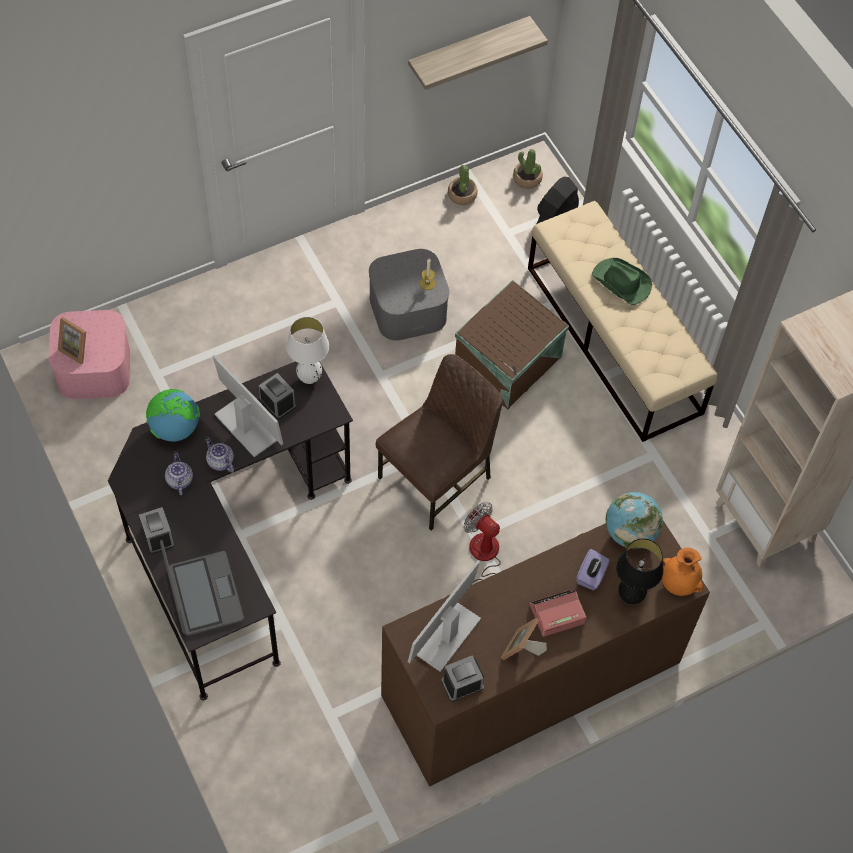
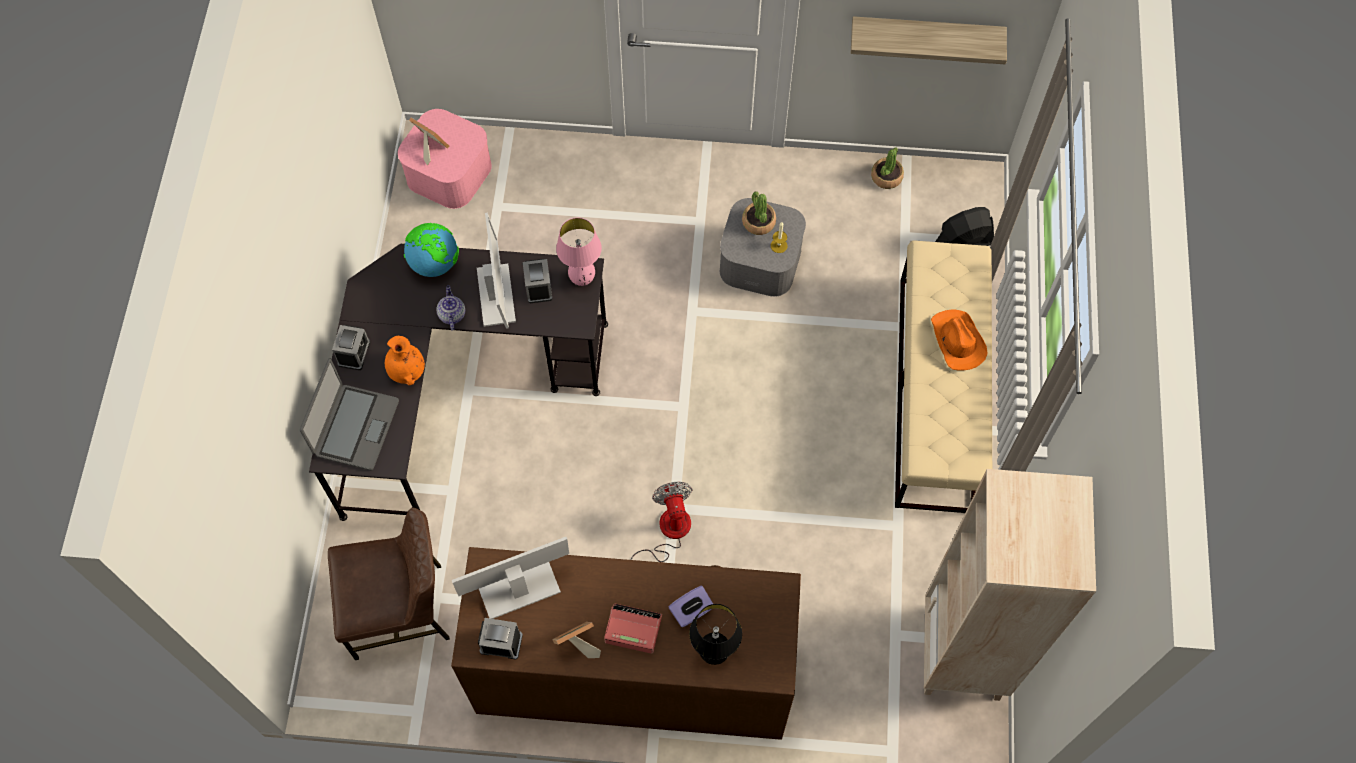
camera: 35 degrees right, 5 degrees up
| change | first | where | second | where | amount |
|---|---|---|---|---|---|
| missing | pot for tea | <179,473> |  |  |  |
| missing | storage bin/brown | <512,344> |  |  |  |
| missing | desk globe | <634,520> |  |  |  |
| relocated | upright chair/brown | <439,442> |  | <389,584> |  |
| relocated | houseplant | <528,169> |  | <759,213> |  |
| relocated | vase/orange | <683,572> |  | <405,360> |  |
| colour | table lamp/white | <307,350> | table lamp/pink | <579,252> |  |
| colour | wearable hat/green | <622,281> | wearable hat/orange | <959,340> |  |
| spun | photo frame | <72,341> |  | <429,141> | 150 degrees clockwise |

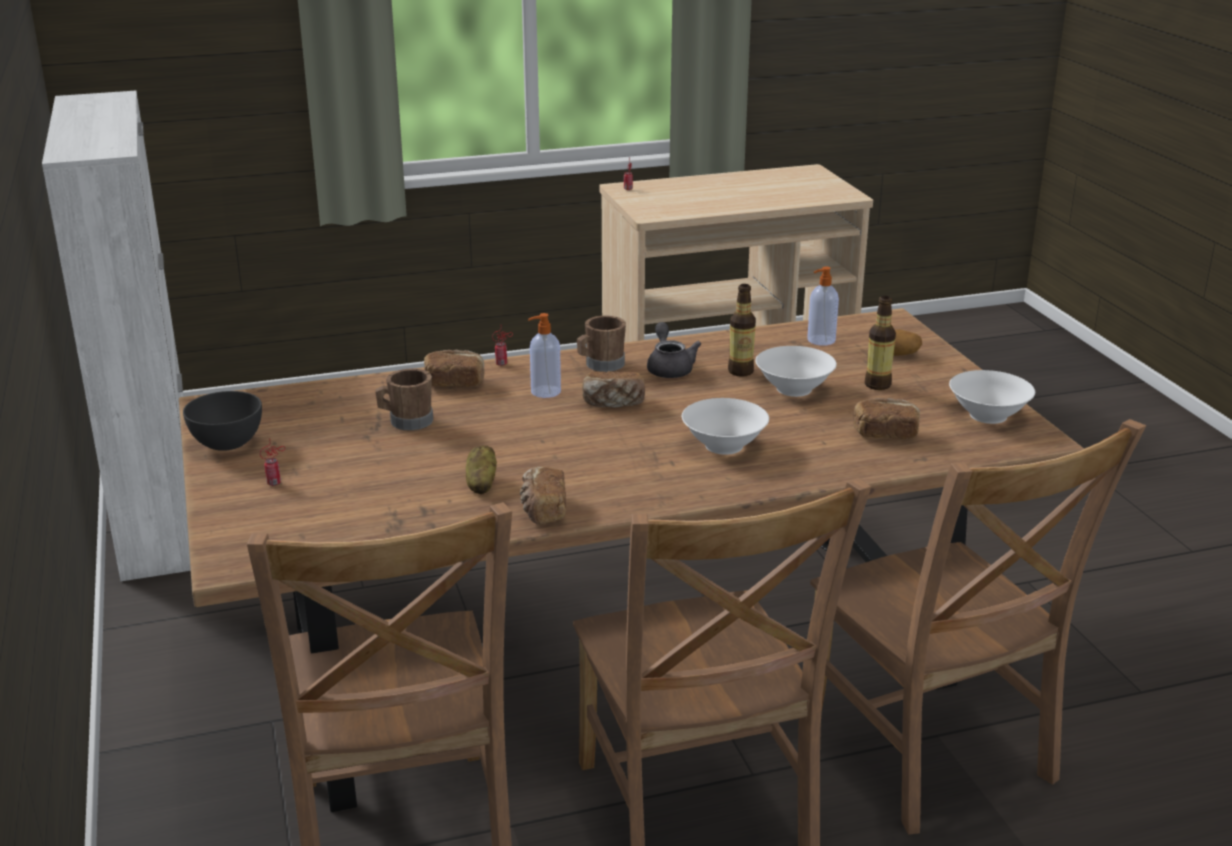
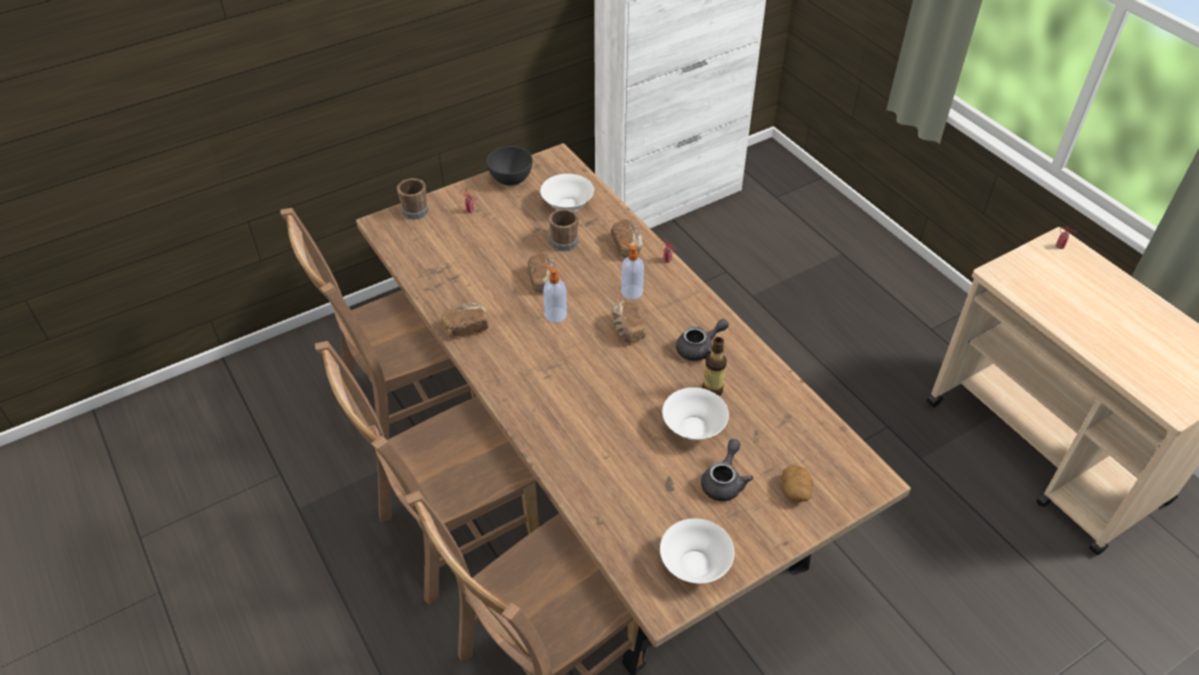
camera: 75 degrees right, 20 degrees up
| change | first | where | second | where | amount |
|---|---|---|---|---|---|
| missing | potato | <481,469> |  |  |  |
| relocated | coffee mug/brown | <601,343> |  | <413,199> |  |
| relocated | bowl/white | <725,426> |  | <567,193> |  |
| relocated | soap bottle | <823,306> |  | <555,294> |  |
| relocated | bread | <886,418> |  | <543,272> |  |
| exchanged | bottle | <880,343> | pot for tea/greyish | <727,470> |  |

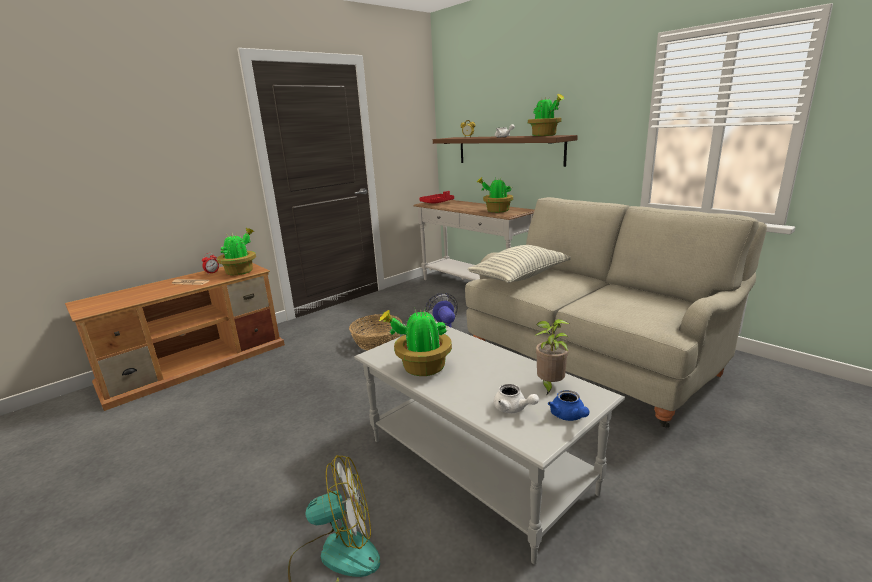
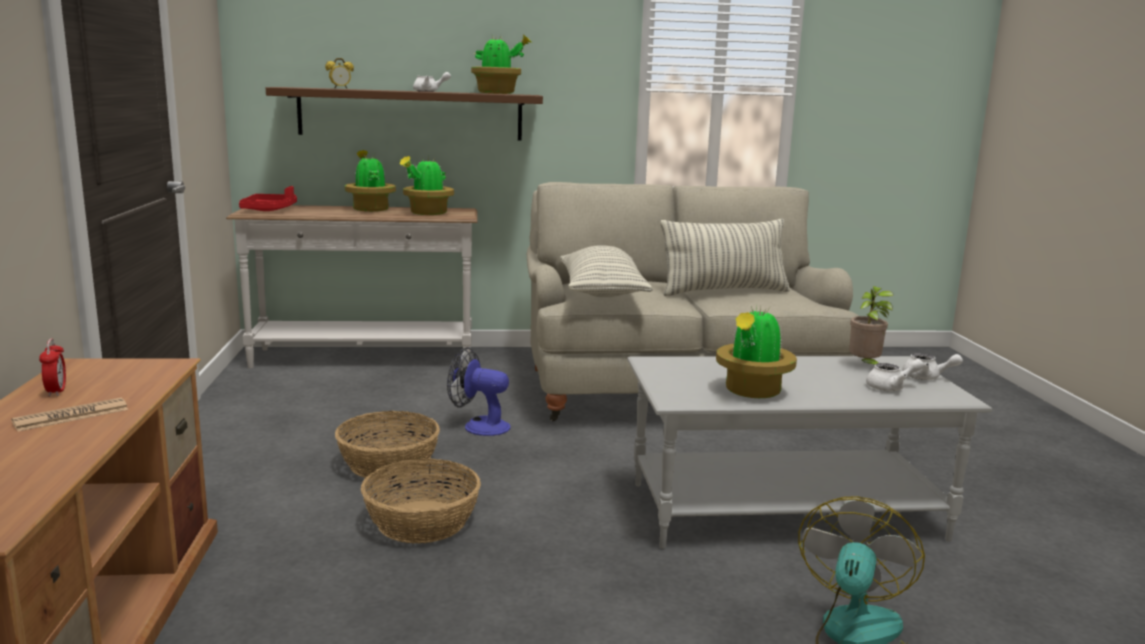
camera: 55 degrees left, 5 degrees down
| change | first | where | second | where | amount |
|---|---|---|---|---|---|
| appeared |  |  | storage basket | <421,500> |  |
| appeared |  |  | throw pillow | <725,257> |  |
| relocated | houseplant | <236,251> |  | <370,181> |  |
| colour | pot for tea/bluish | <568,405> | pot for tea/white | <932,366> |  |

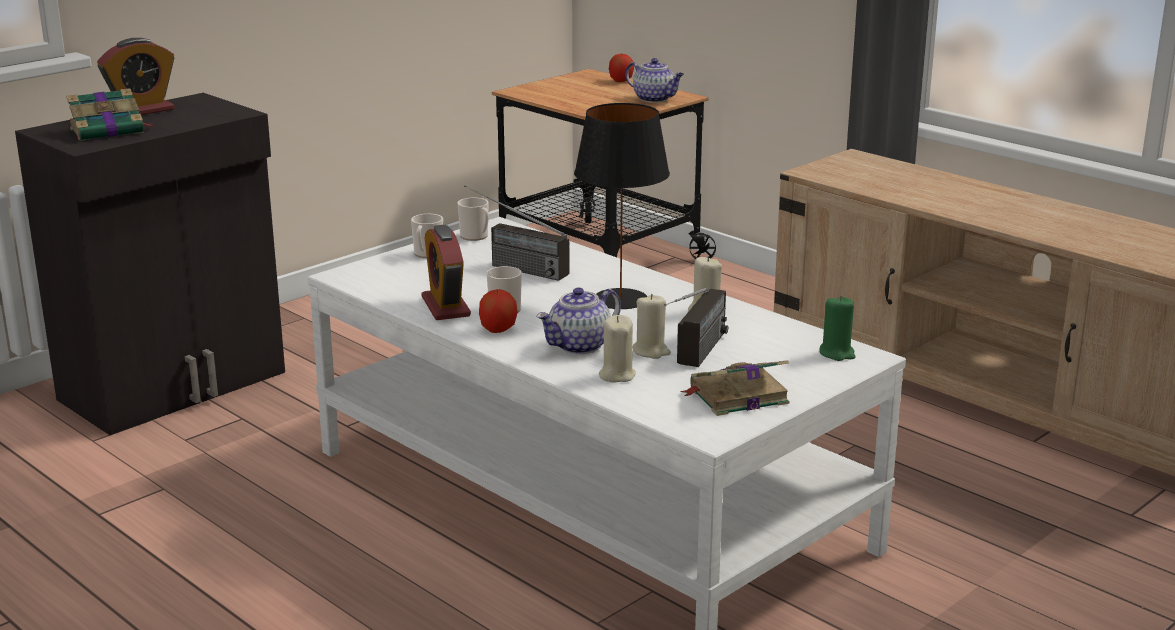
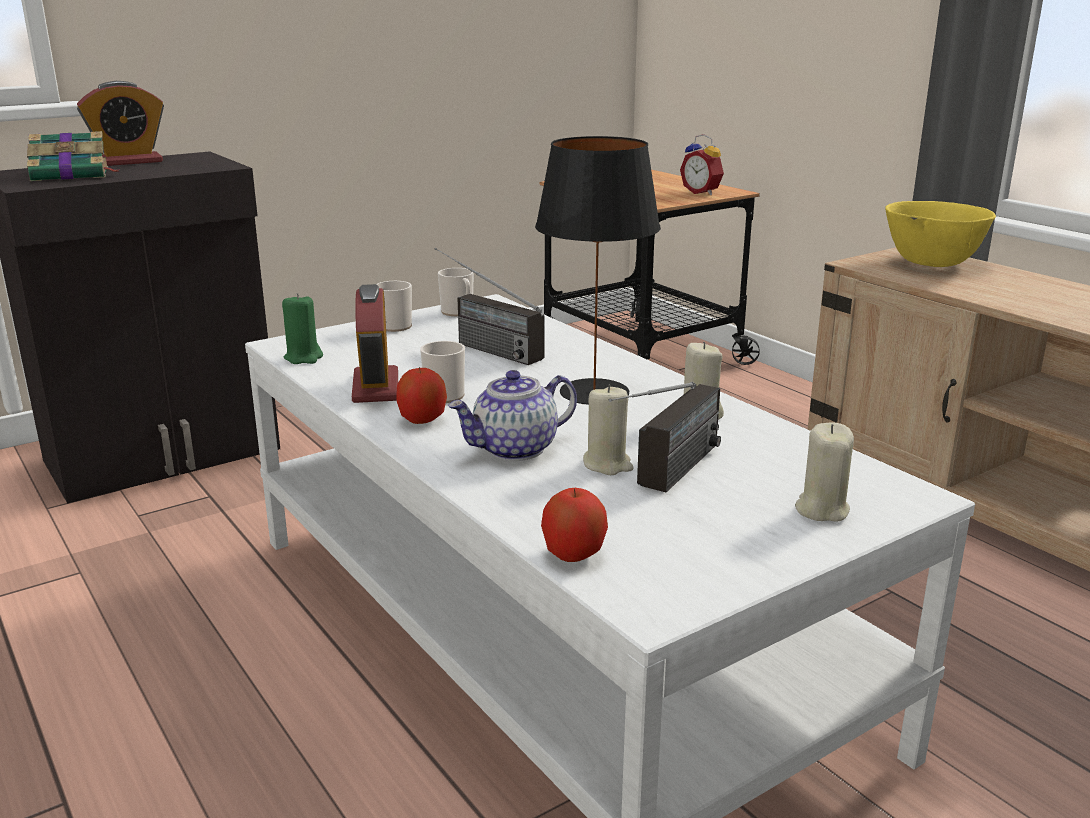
camera: 10 degrees right, 0 degrees up
| change | first | where | second | where | amount |
|---|---|---|---|---|---|
| missing | bound book | <734,388> |  |  |  |
| appeared |  |  | bowl/yellow-coloured | <940,234> |  |
| relocated | wax candle/beige | <617,349> |  | <824,472> |  |
| relocated | apple | <621,67> |  | <574,525> |  |
| relocated | wax candle/green | <837,328> |  | <302,328> |  |
| exchanged | pot for tea | <654,80> | table clock | <702,164> |  |

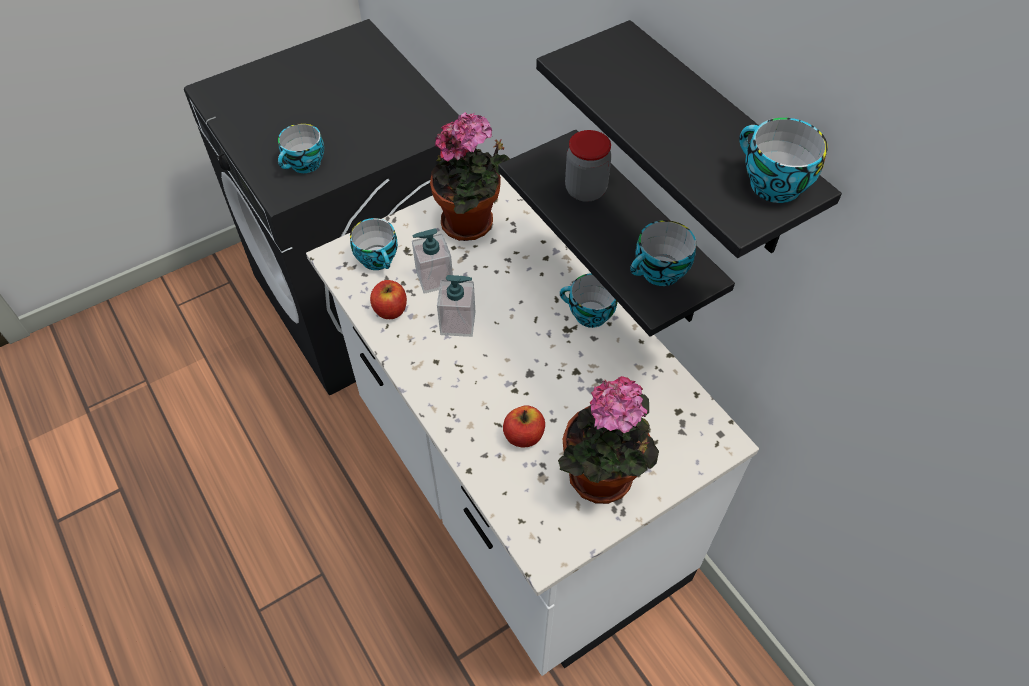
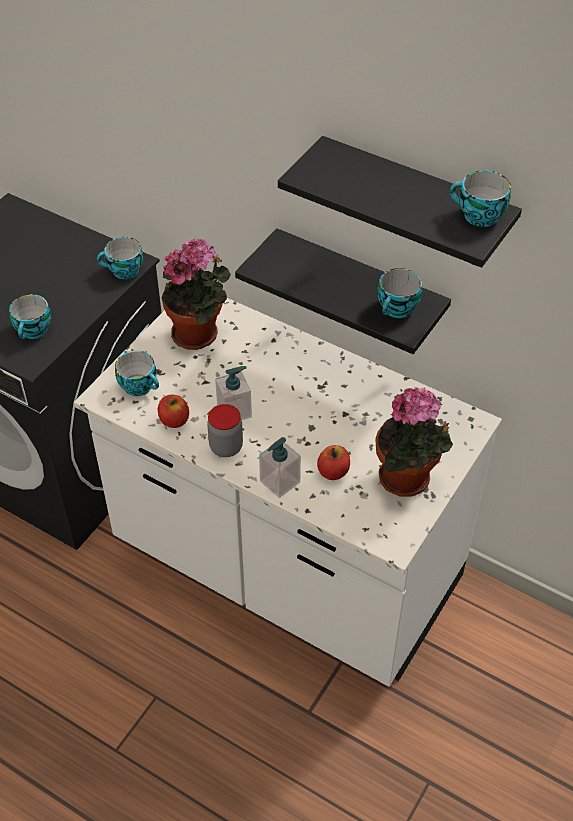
camera: 25 degrees left, 5 degrees down
| change | first | where | second | where | amount |
|---|---|---|---|---|---|
| relocated | soap bottle | <432,261> |  | <280,467> |  |
| relocated | small cup | <589,300> |  | <120,258> |  |
| relocated | jar | <588,166> |  | <225,430> |  |

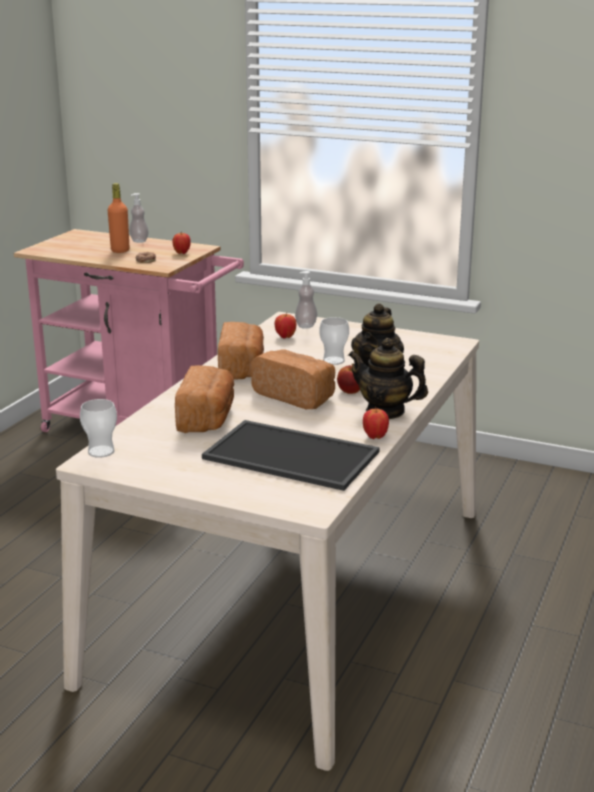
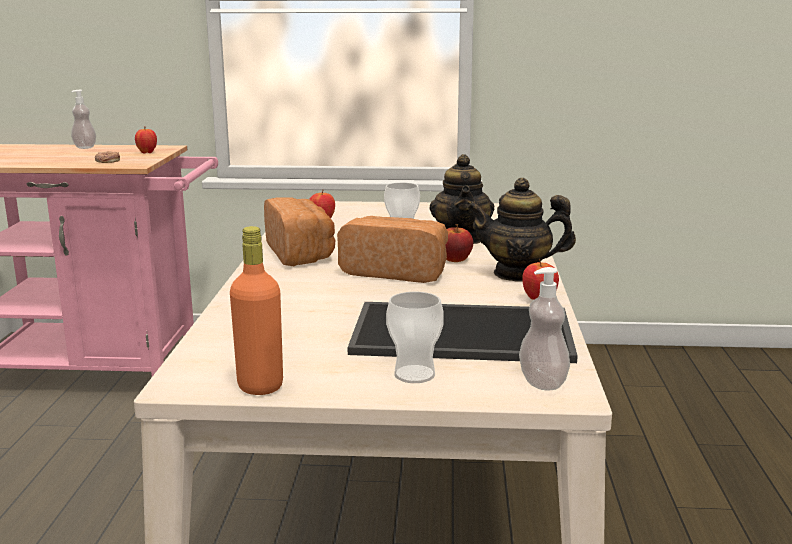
camera: 20 degrees left, 5 degrees down
| change | first | where | second | where | amount |
|---|---|---|---|---|---|
| missing | bread | <204,399> |  |  |  |
| relocated | small cup | <98,428> |  | <415,337> |  |
| relocated | bottle/orange | <118,218> |  | <256,310> |  |
| relocated | soap bottle | <306,300> |  | <544,328> |  |

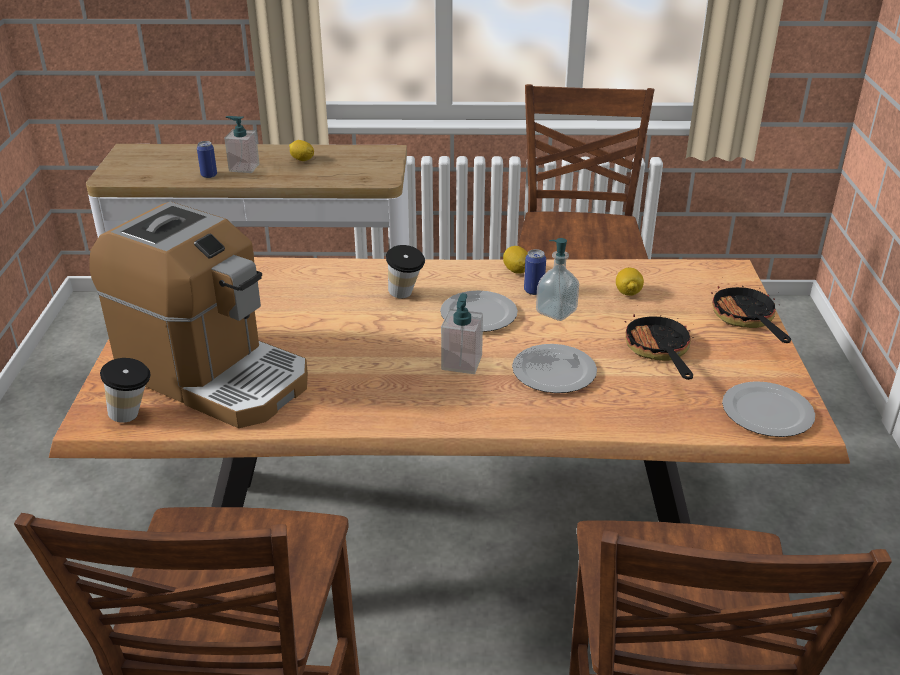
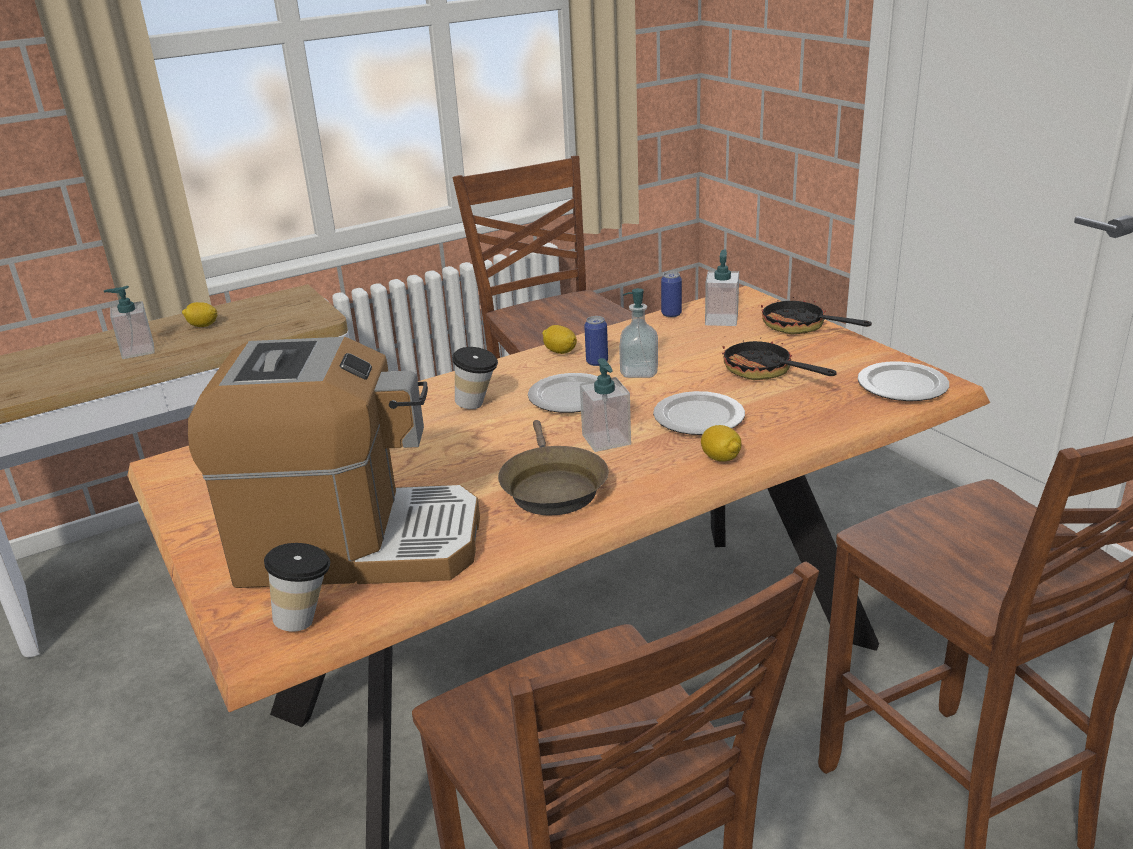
camera: 30 degrees left, 5 degrees down
| change | first | where | second | where | amount |
|---|---|---|---|---|---|
| appeared |  |  | skillet/brown | <553,468> |  |
| appeared |  |  | soap bottle | <722,288> |  |
| relocated | metal can | <207,159> |  | <671,294> |  |
| relocated | whole lemon | <630,282> |  | <721,443> |  |

